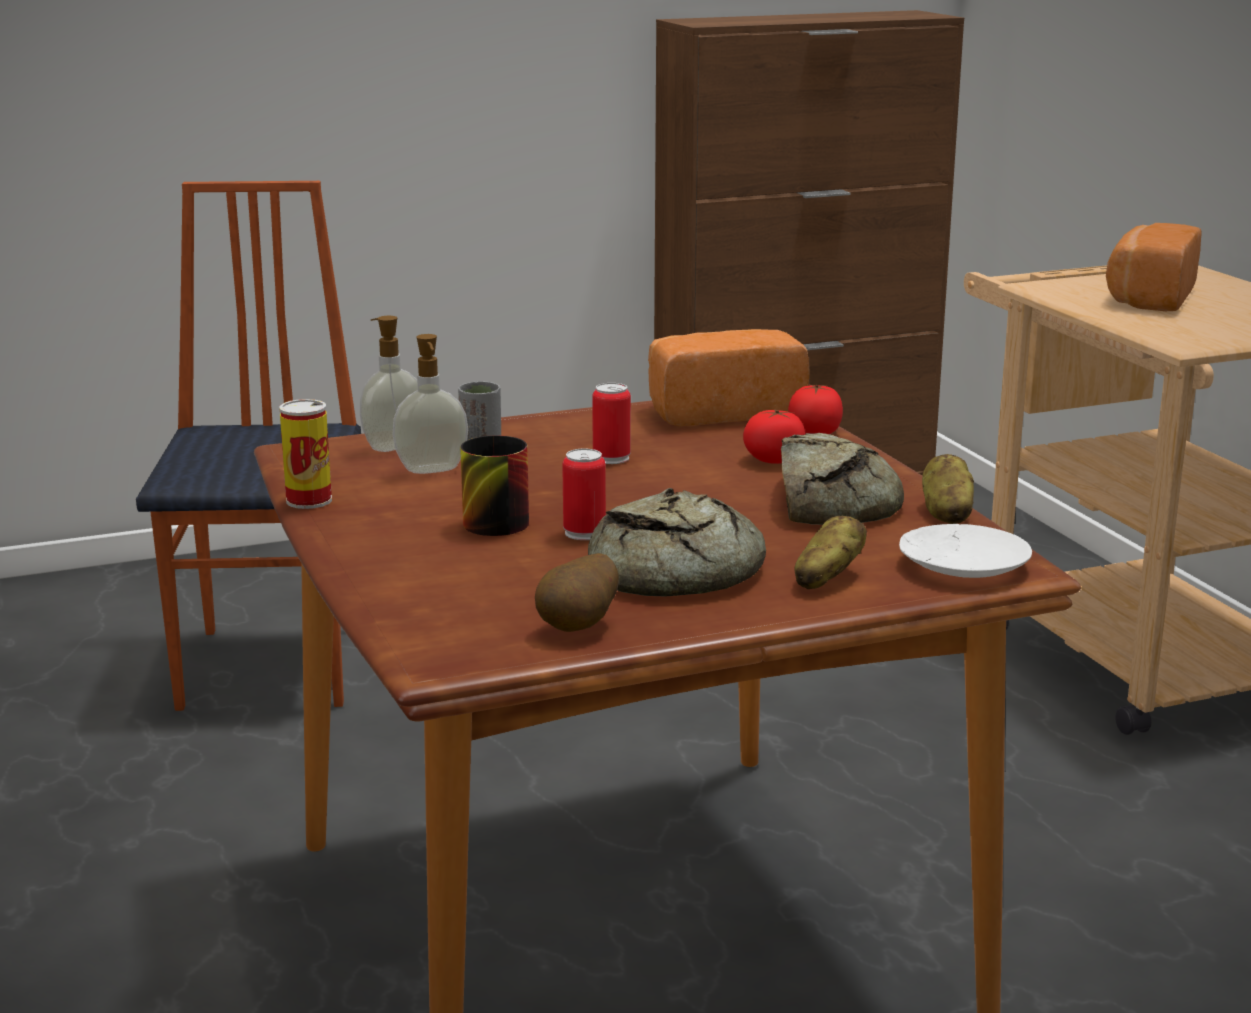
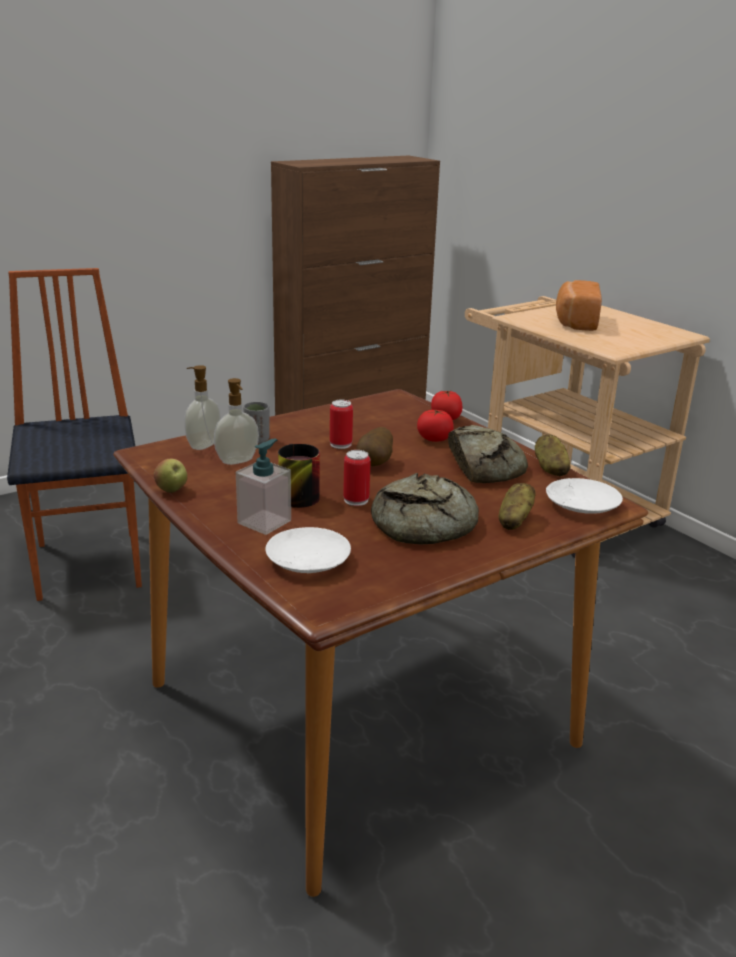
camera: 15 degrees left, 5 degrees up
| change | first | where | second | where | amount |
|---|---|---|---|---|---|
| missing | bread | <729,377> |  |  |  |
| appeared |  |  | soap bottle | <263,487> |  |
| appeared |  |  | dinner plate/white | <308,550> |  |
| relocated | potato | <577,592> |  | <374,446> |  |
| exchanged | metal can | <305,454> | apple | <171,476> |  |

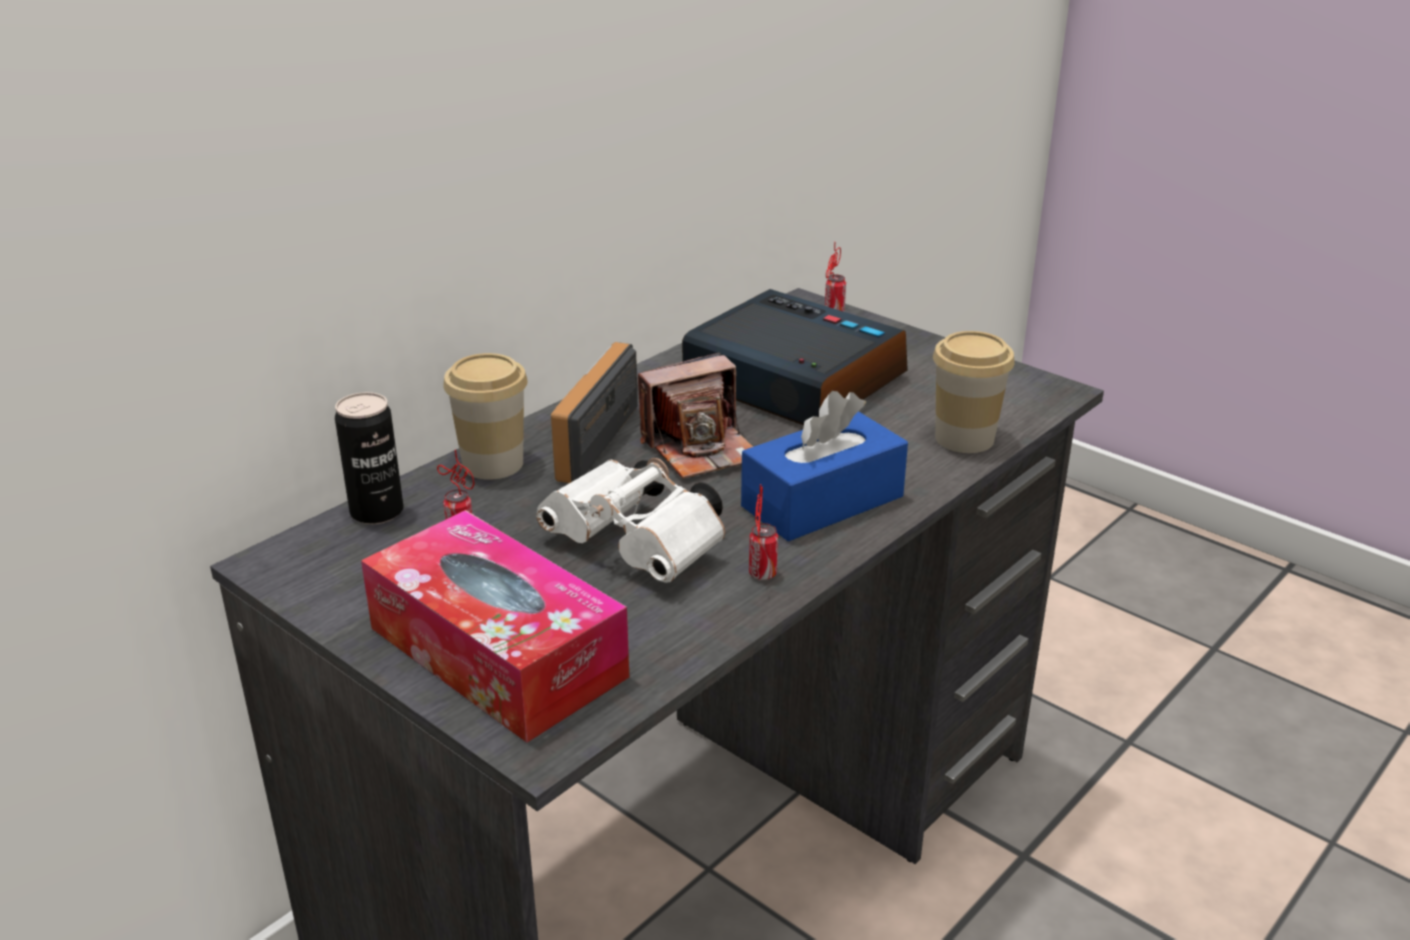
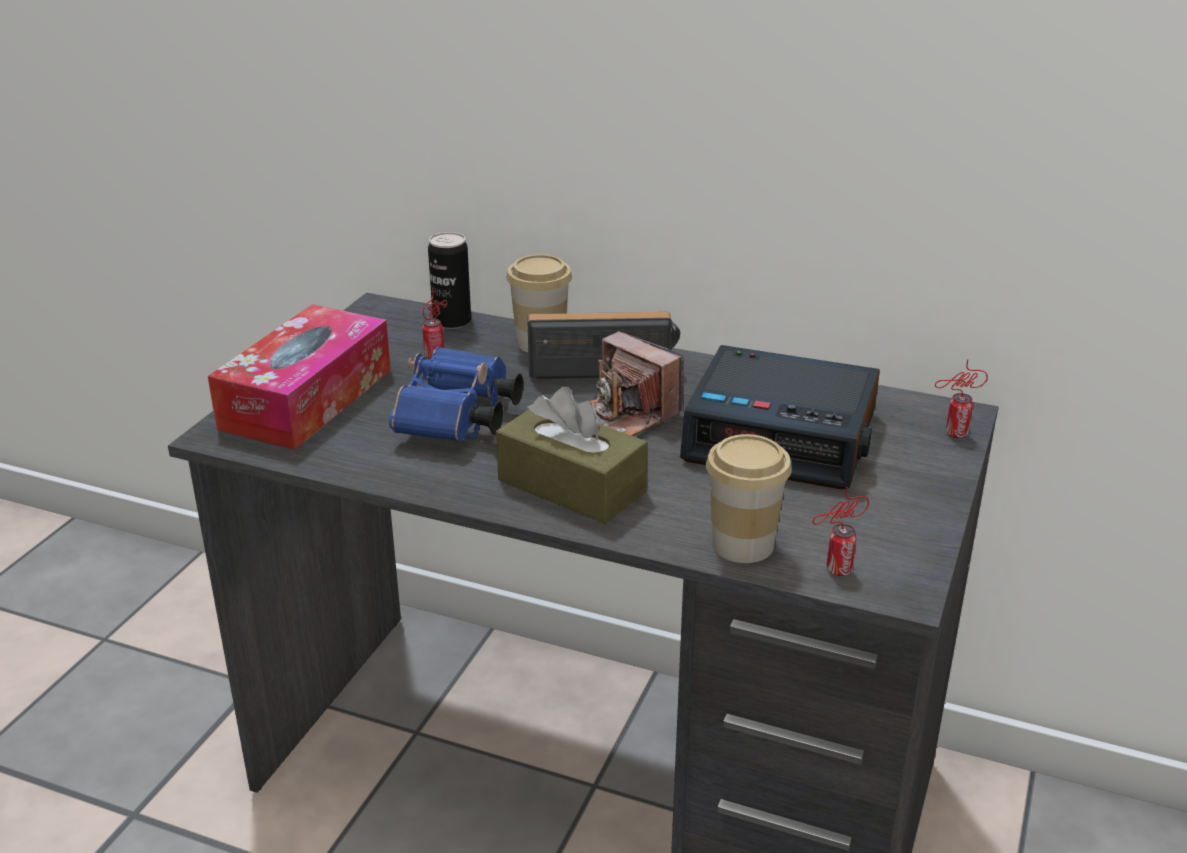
camera: 70 degrees right, 0 degrees up
| change | first | where | second | where | amount |
|---|---|---|---|---|---|
| relocated | metal can | <763,532> |  | <841,531> |  |
| colour | binoculars/white | <630,520> | binoculars/bluish | <456,393> |  |
| colour | tissue box/bluish | <824,466> | tissue box/brown | <572,455> |  |
| spun | table clock | <795,357> |  | <780,417> | 90 degrees clockwise |

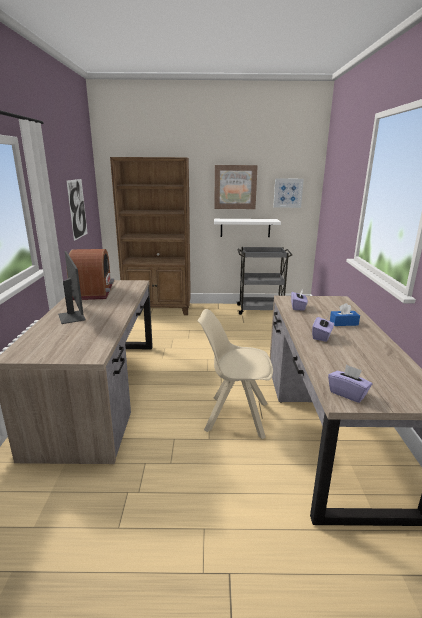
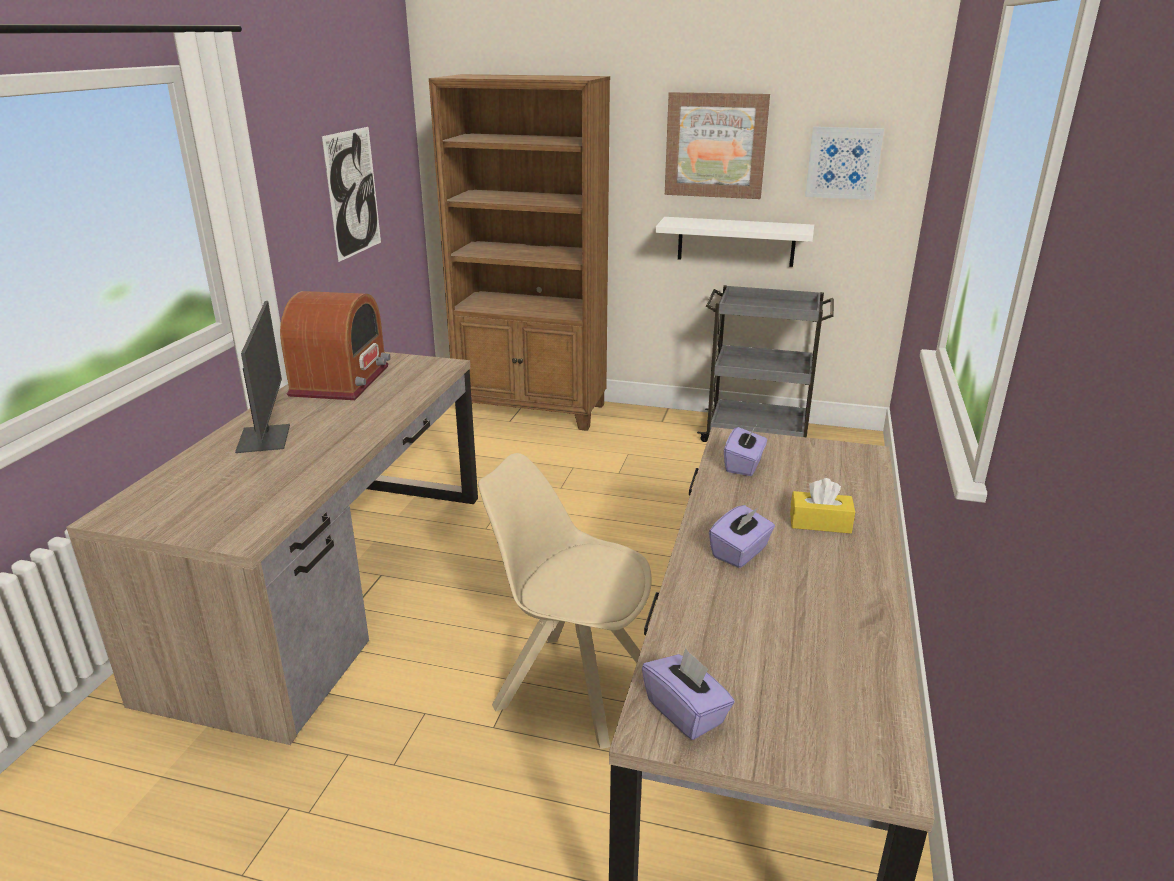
camera: 15 degrees right, 5 degrees up
| change | first | where | second | where | amount |
|---|---|---|---|---|---|
| colour | tissue box/bluish | <345,314> | tissue box/yellow-coloured | <822,506> |  |

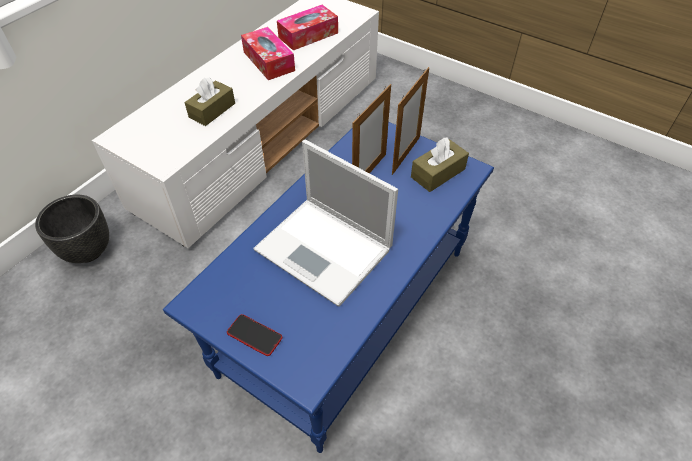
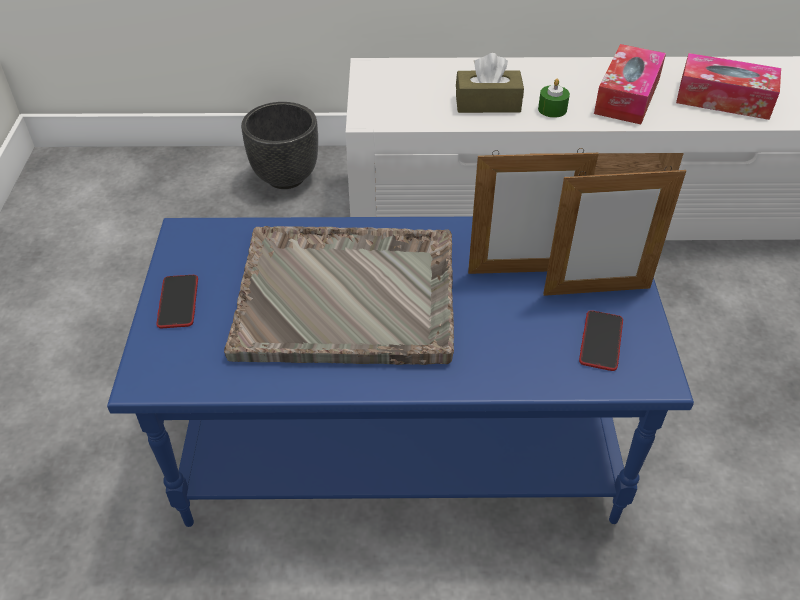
camera: 55 degrees right, 5 degrees down
| change | first | where | second | where | amount |
|---|---|---|---|---|---|
| appeared |  |  | wax candle/green | <554,98> |  |
| exchanged | laptop | <325,223> | tray/greyish | <339,295> |  |
| exchanged | tissue box/brown | <440,164> | handset | <601,340> |  |

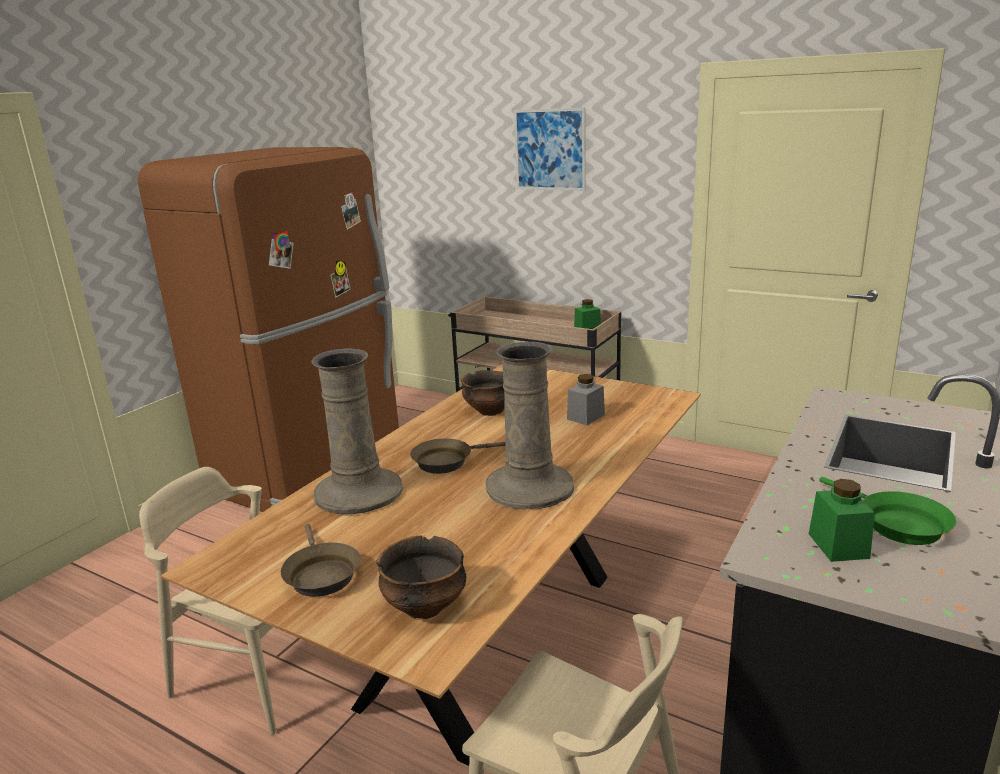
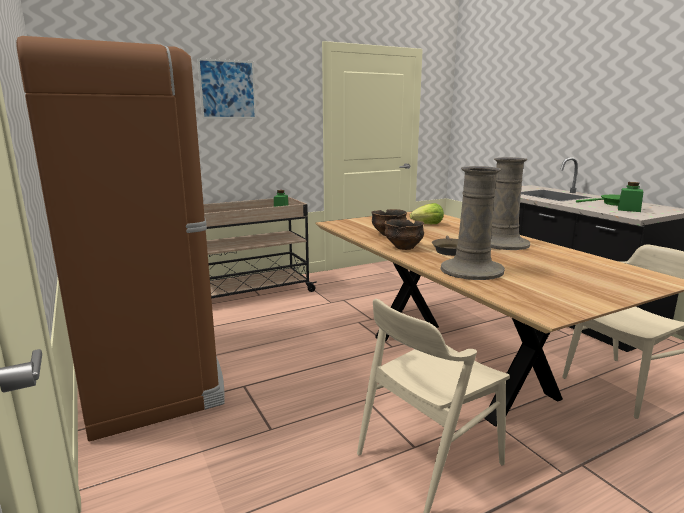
camera: 60 degrees left, 5 degrees down
| change | first | where | second | where | amount |
|---|---|---|---|---|---|
| missing | skillet/brown | <321,560> |  |  |  |
| relocated | bowl | <421,577> |  | <404,234> |  |
| exchanged | jar/greyish | <586,399> | lettuce head | <427,213> |  |

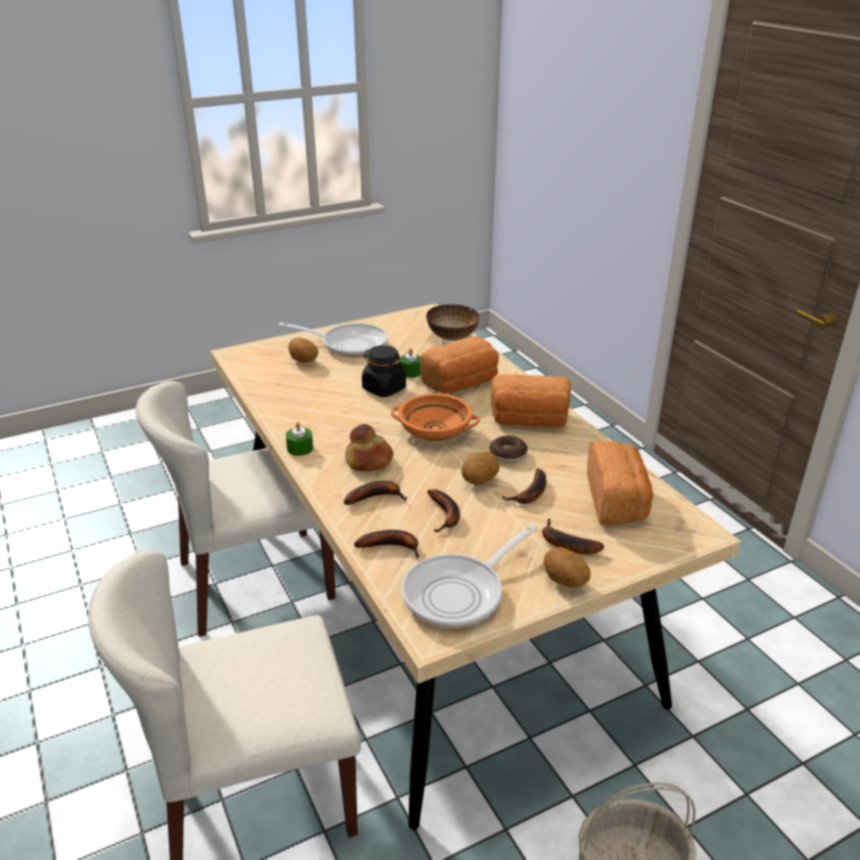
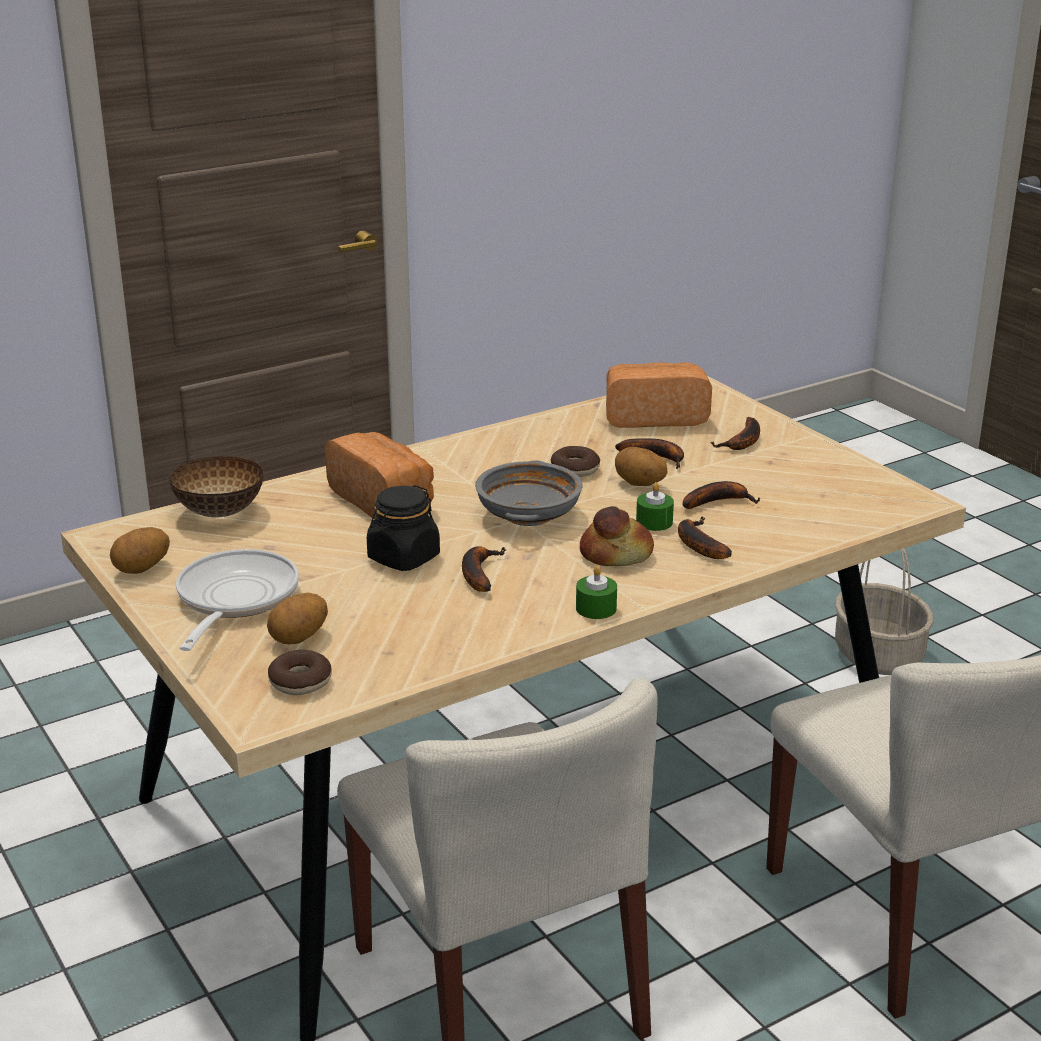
camera: 95 degrees left, 5 degrees down
| change | first | where | second | where | amount |
|---|---|---|---|---|---|
| missing | skillet | <470,576> |  |  |  |
| missing | bread | <531,400> |  |  |  |
| appeared |  |  | donut | <300,672> |  |
| relocated | banana fruit | <387,544> |  | <484,569> |  |
| relocated | wax candle/green | <410,363> |  | <655,506> |  |
| relocated | potato | <567,567> |  | <140,550> |  |
| colour | bowl/orange | <435,417> | bowl/greyish | <529,493> |  |

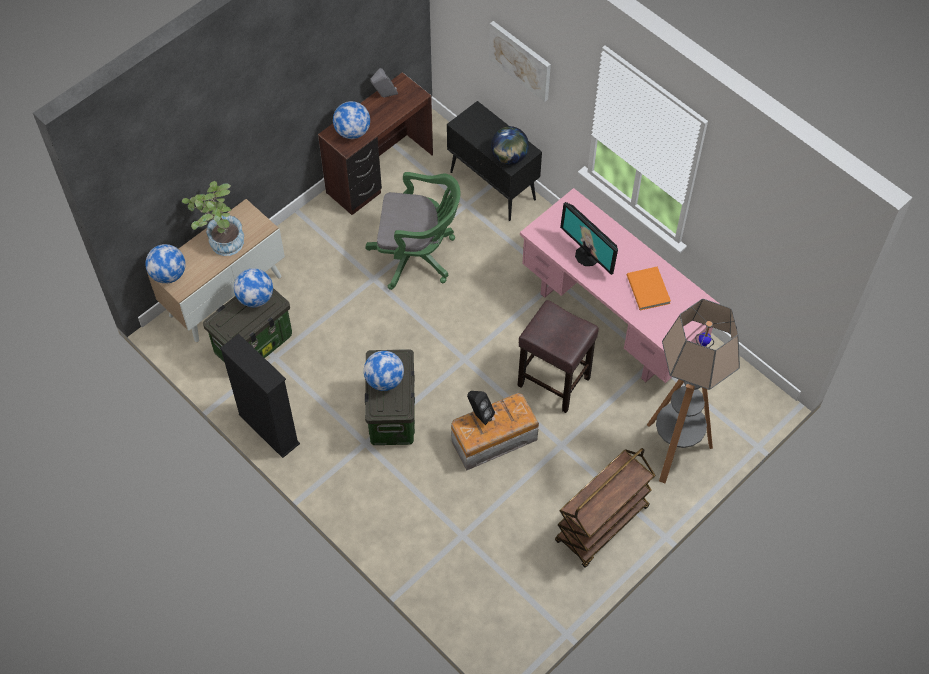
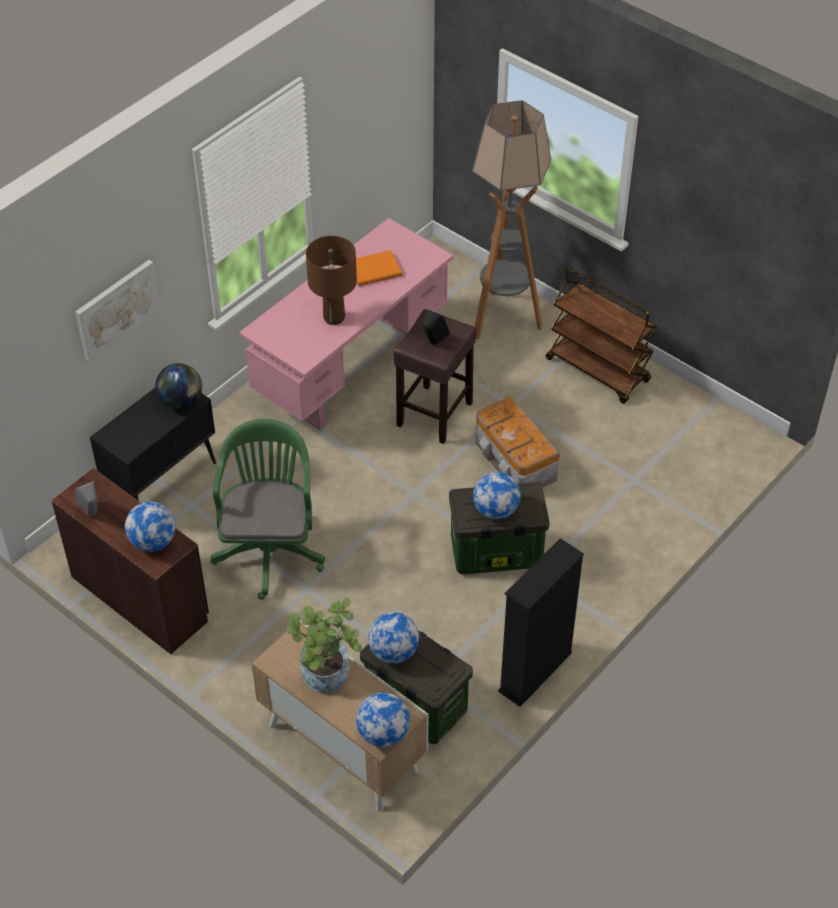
camera: 95 degrees left, 10 degrees down
| change | first | where | second | where | amount |
|---|---|---|---|---|---|
| relocated | audio speaker/black-coloured | <481,408> |  | <436,327> |  |
| exchanged | monitor | <589,238> | table lamp/brown | <331,280> |  |

